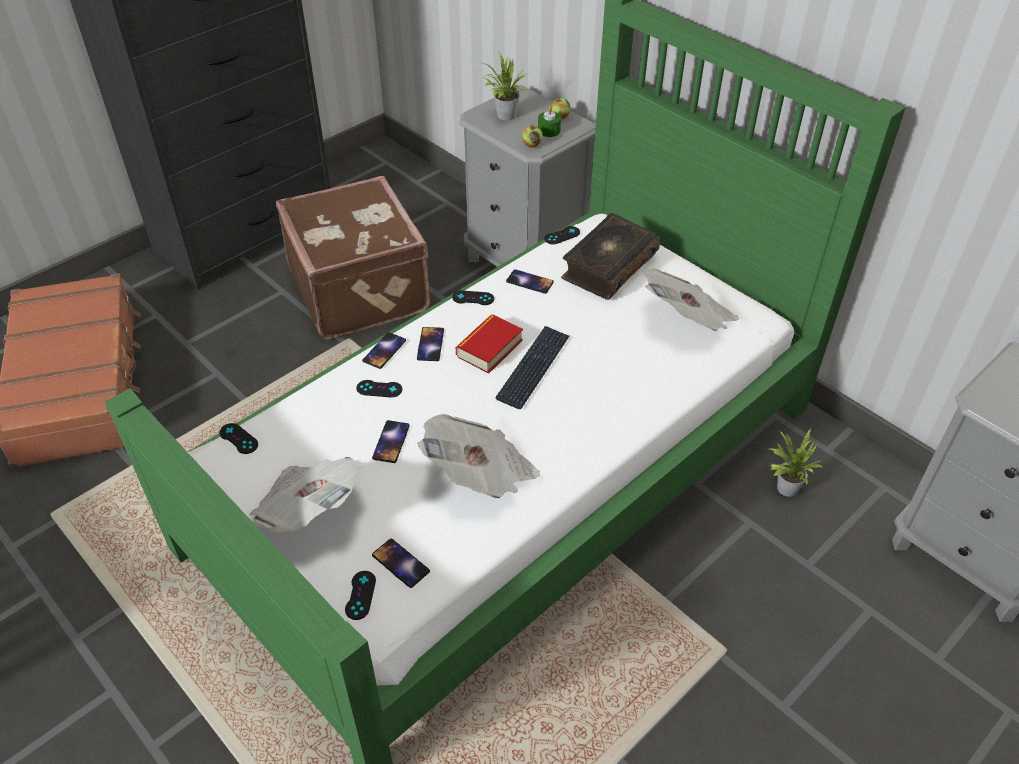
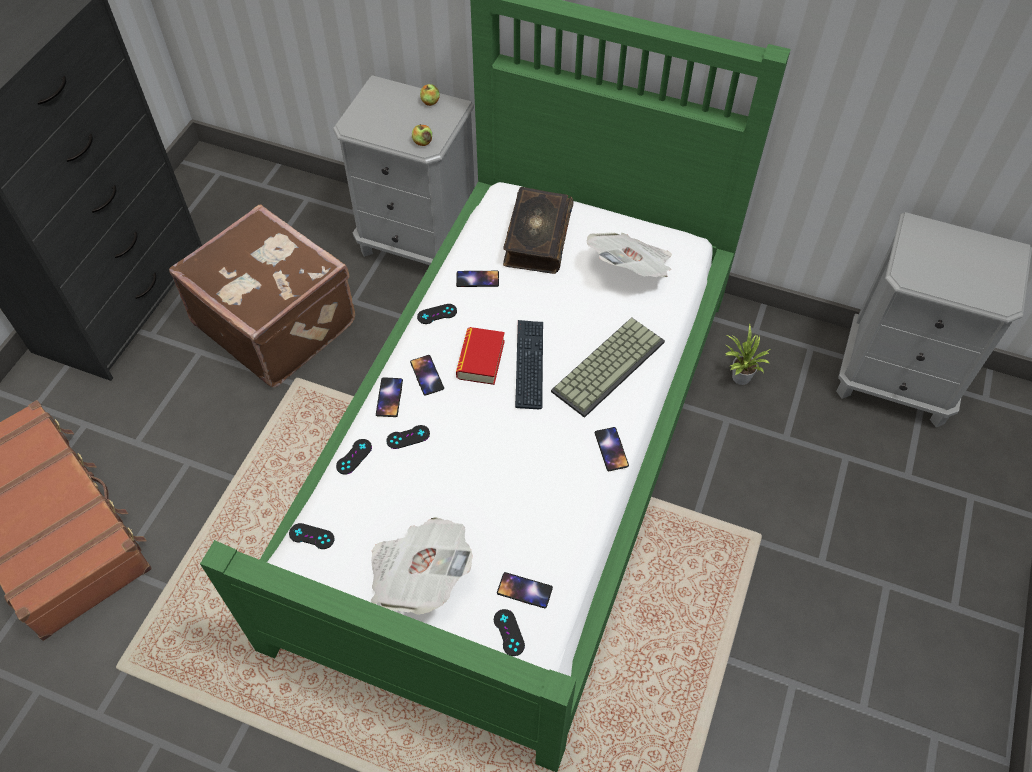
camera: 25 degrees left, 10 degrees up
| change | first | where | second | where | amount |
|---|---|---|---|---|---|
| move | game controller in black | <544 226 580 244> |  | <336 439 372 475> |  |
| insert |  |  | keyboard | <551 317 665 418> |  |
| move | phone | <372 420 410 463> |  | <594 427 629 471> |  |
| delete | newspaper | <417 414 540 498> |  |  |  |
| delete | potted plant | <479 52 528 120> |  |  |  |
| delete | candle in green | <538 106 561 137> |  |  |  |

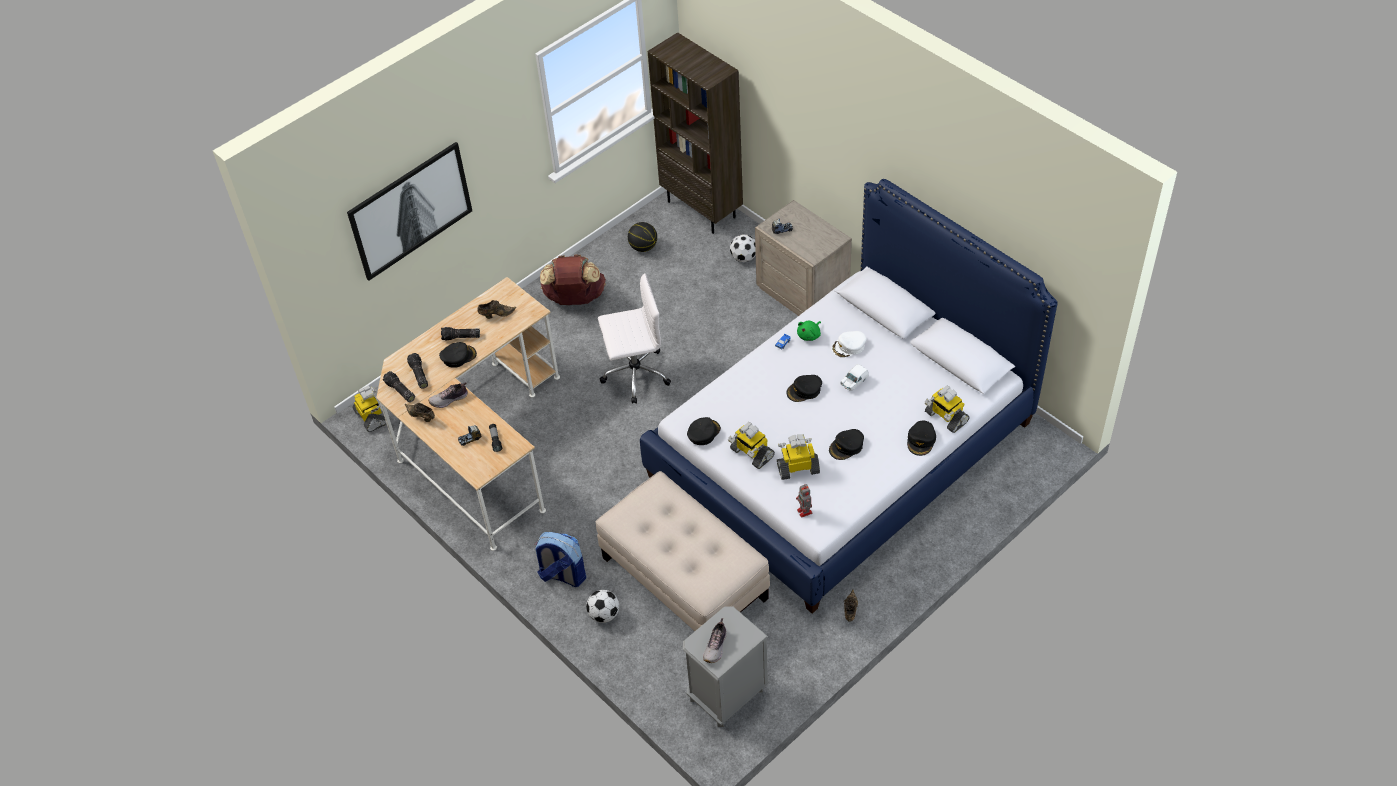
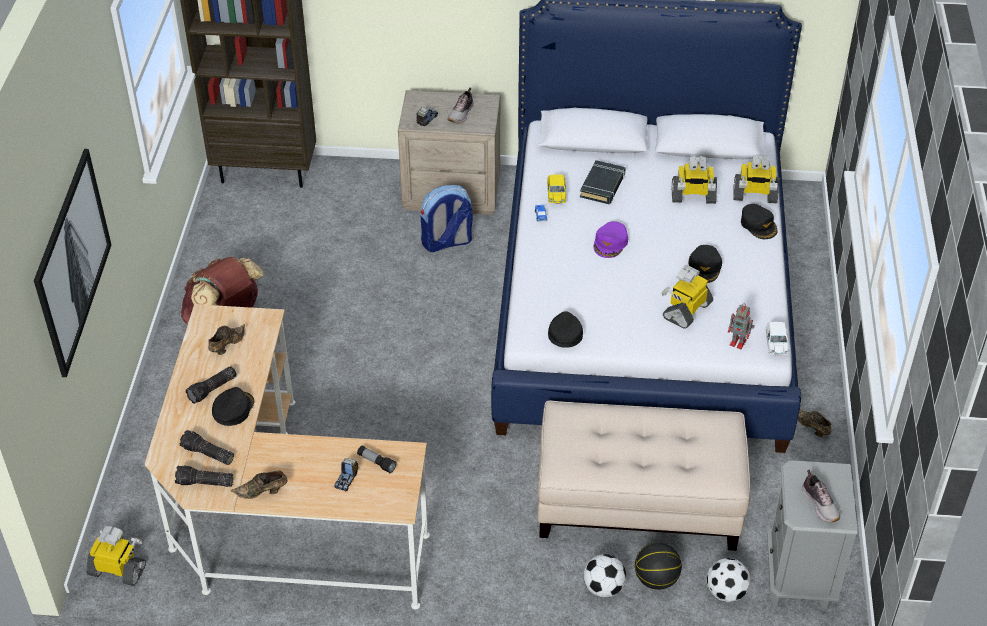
camera: 45 degrees left, 5 degrees down
| change | first | where | second | where | amount |
|---|---|---|---|---|---|
| move | backpack | <535 532 586 587> |  | <420 185 473 252> |  |
| move | shoe | <428 382 468 408> |  | <447 88 474 123> |  |
| replace | plush toy in green | <797 321 821 341> | toy car in yellow | <547 175 566 204> |  |
| replace | cap in white | <831 331 866 358> | book in black | <580 160 625 204> |  |
| recolor | cap in black | <786 375 822 402> | cap in purple | <594 221 628 258> |  |
| move | basketball | <628 222 657 252> |  | <635 542 682 590> |  |
| move | toy robot | <728 422 775 469> |  | <672 156 717 204> |  |
| move | football | <730 234 756 262> |  | <707 558 751 602> |  |
| move | toy car in white | <840 364 869 391> |  | <765 322 788 355> |  |
| delete | office chair in white | <598 273 671 404> |  |  |  |

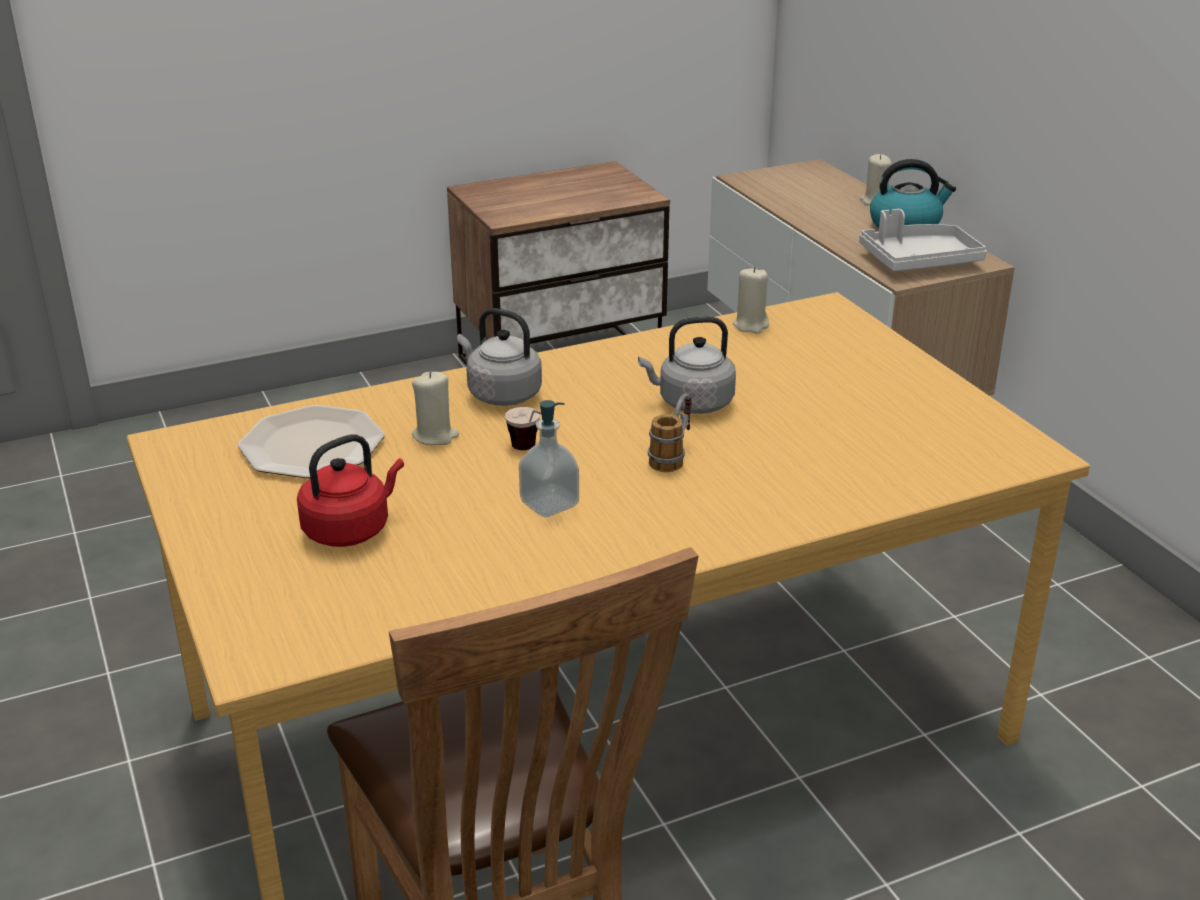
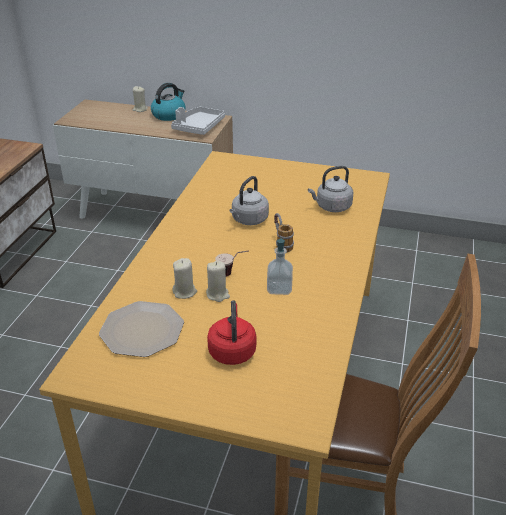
camera: 50 degrees left, 5 degrees up
| change | first | where | second | where | amount |
|---|---|---|---|---|---|
| move | candle in beige | <733 267 769 333> |  | <206 261 230 302> |  |
| move | kettle in grey | <457 308 542 406> |  | <308 166 353 212> |  |

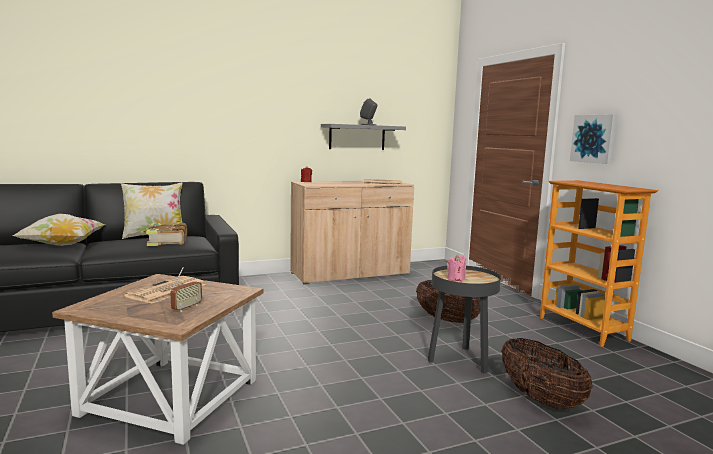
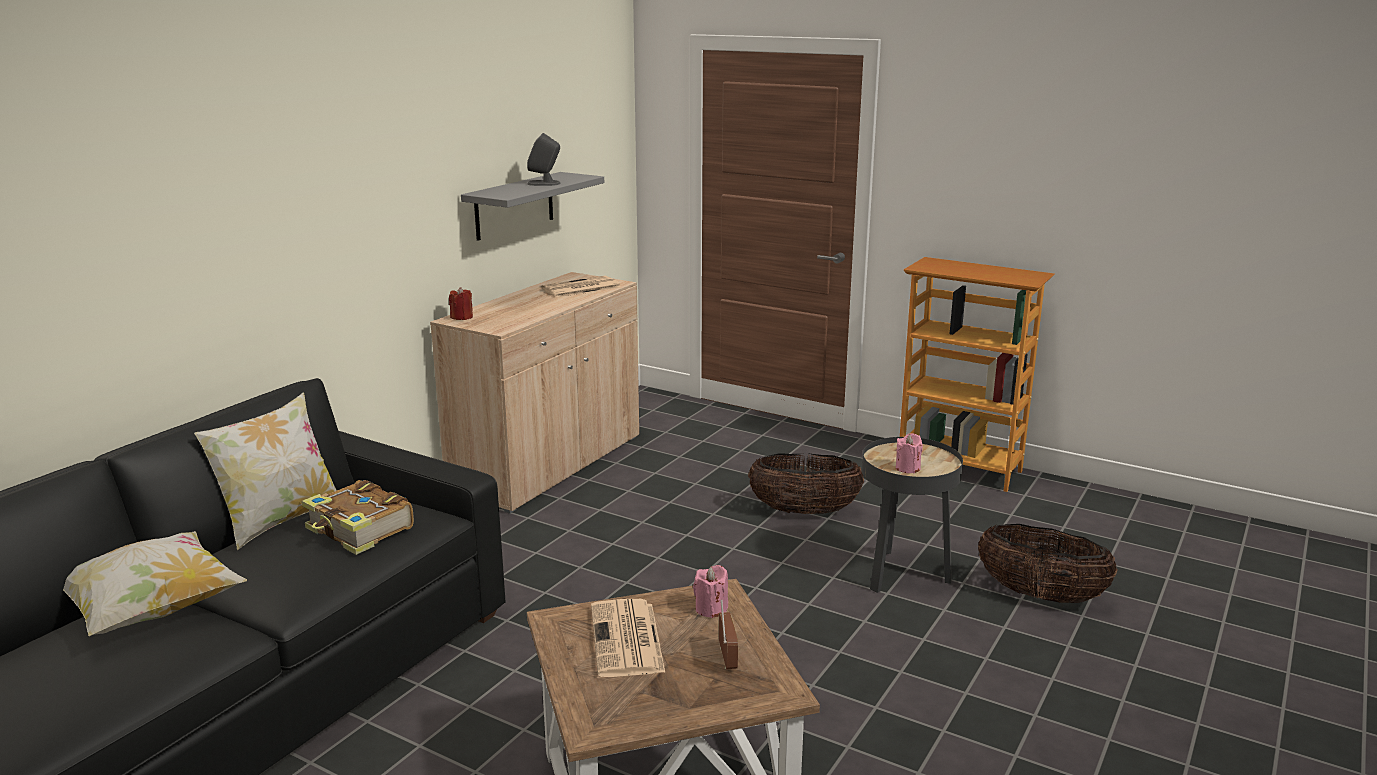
camera: 35 degrees left, 10 degrees up
| change | first | where | second | where | amount |
|---|---|---|---|---|---|
| insert |  |  | candle in pink | <693 565 728 618> |  |
| delete | picture | <570 114 617 164> |  |  |  |

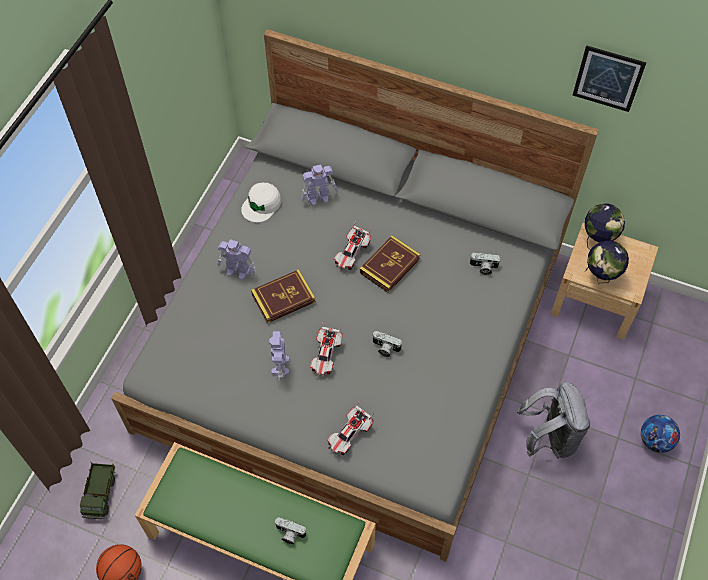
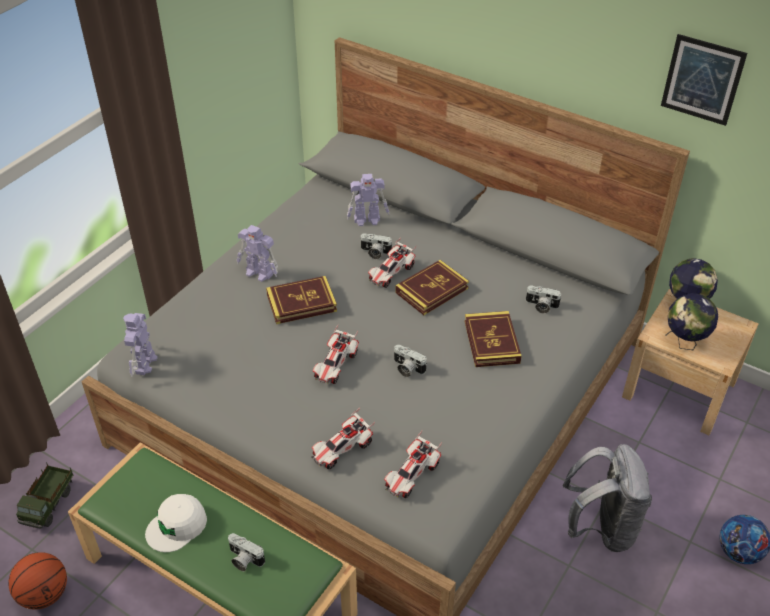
camera: 10 degrees right, 15 degrees down
| change | first | where | second | where | amount |
|---|---|---|---|---|---|
| move | toy robot | <269 331 289 382> |  | <123 313 158 377> |  |
| move | cap in white | <241 182 281 223> |  | <145 494 207 552> |  |
| insert |  |  | photo camera | <360 233 393 259> |  |
| insert |  |  | toy car | <384 431 442 498> |  |
| insert |  |  | book | <465 311 522 367> |  |

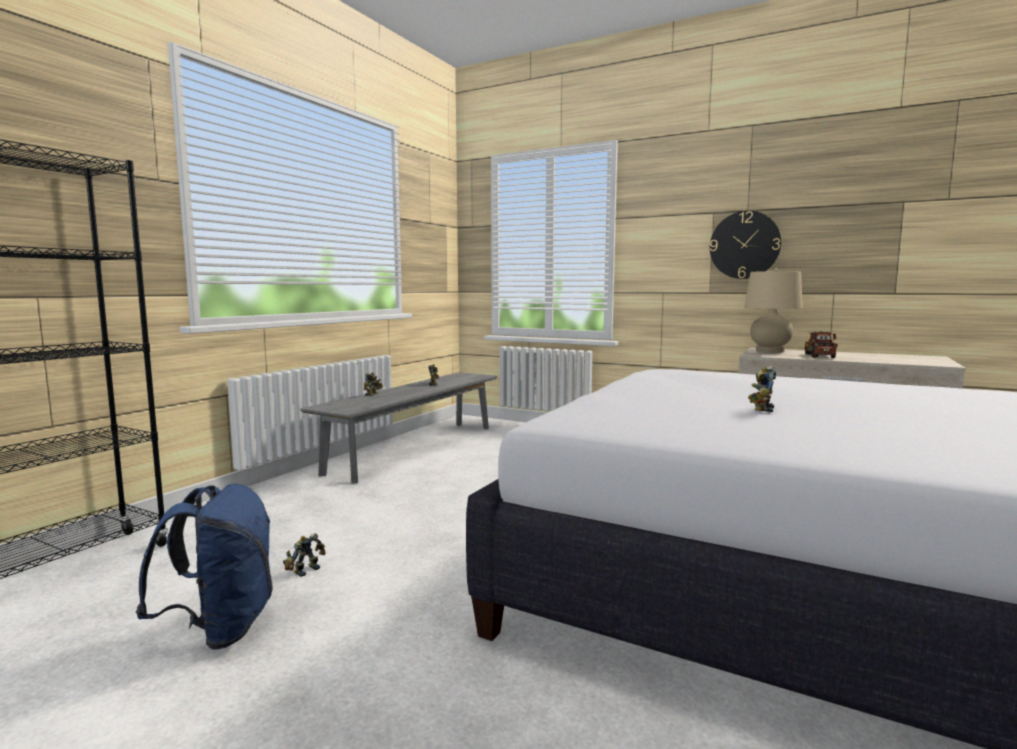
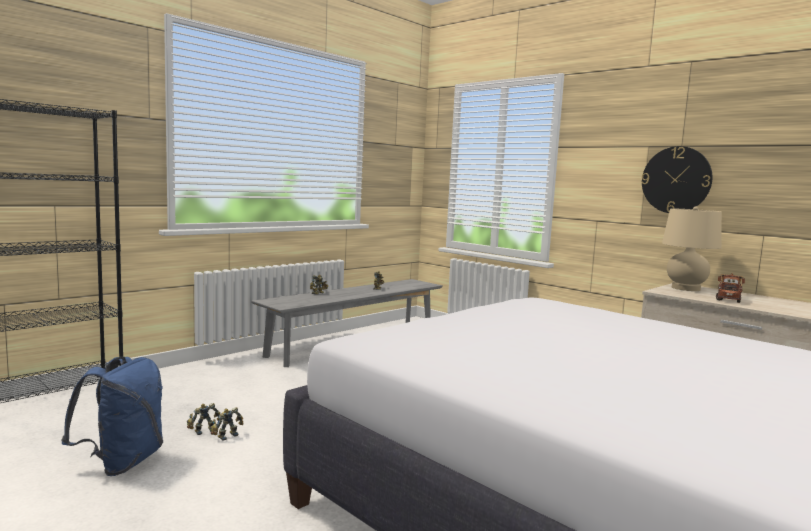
camera: 15 degrees right, 0 degrees up
| change | first | where | second | where | amount |
|---|---|---|---|---|---|
| move | toy robot | <748 366 776 412> |  | <210 407 244 441> |  |

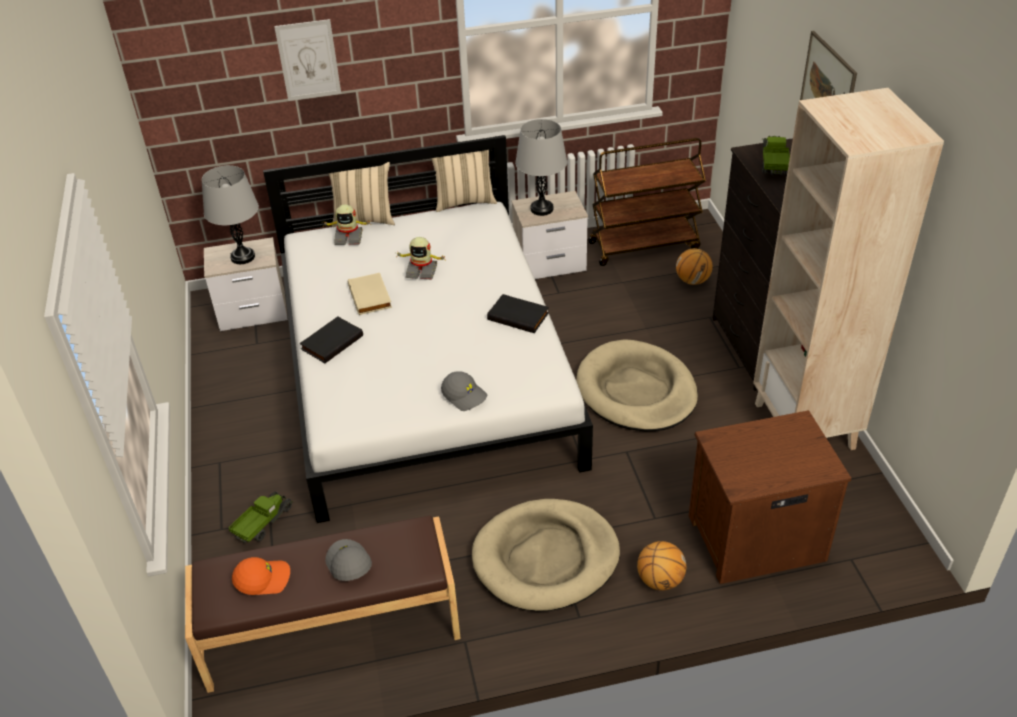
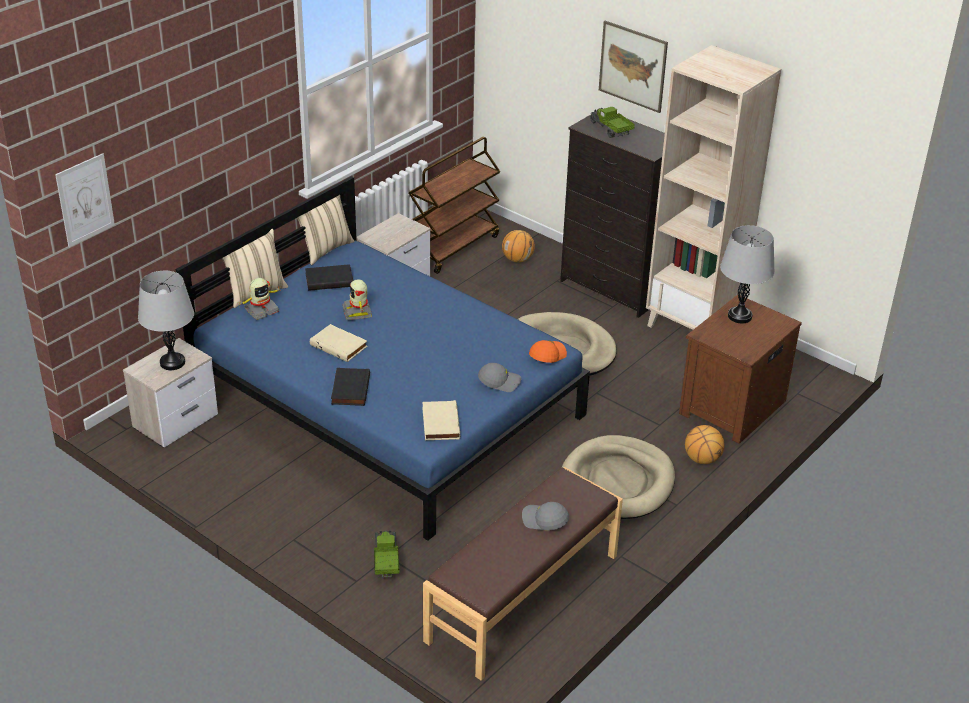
camera: 40 degrees left, 5 degrees down
| change | first | where | second | where | amount |
|---|---|---|---|---|---|
| move | picture | <274 19 341 101> |  | <55 153 115 247> |  |
| recolor | bed in white | <263 135 593 523> | bed in blue | <175 176 590 541> |  |
| move | book in black | <487 294 549 333> |  | <305 264 353 291> |  |
| rotate | toy robot | <396 237 446 280> |  | <343 279 372 320> | 105 degrees clockwise |
| insert |  |  | book in beige | <422 400 460 440> |  |
| move | cap in orange | <232 557 290 595> |  | <529 340 567 363> |  |
| move | table lamp in grey | <515 119 567 216> |  | <720 225 775 323> |  |

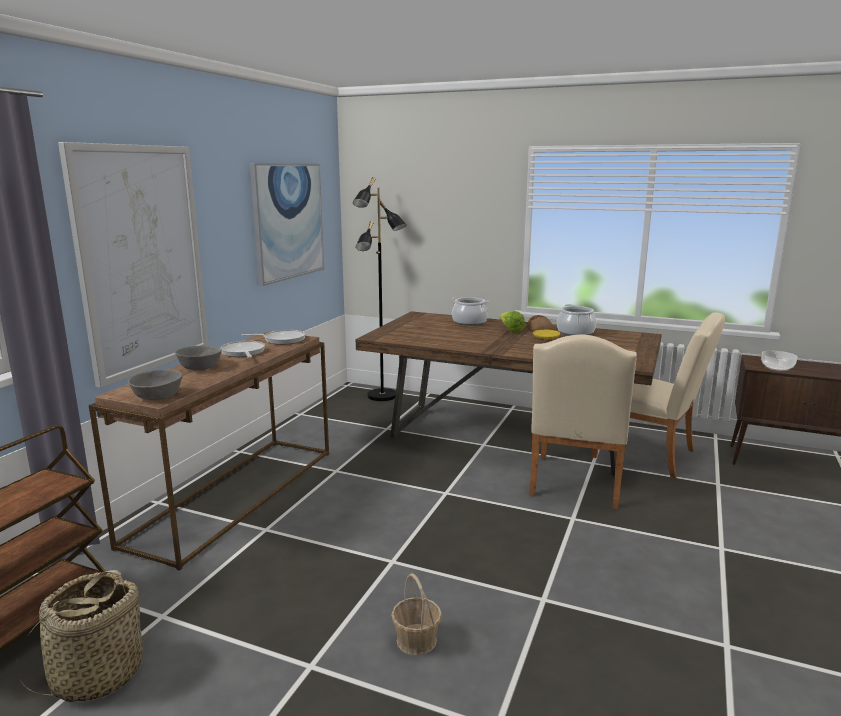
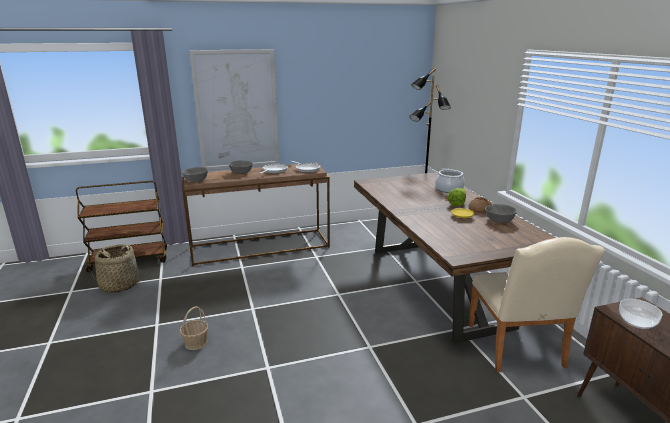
camera: 50 degrees right, 5 degrees up
| change | first | where | second | where | amount |
|---|---|---|---|---|---|
| replace | cooking pot | <557 304 596 336> | bowl in grey | <485 204 517 223> |  |
| delete | picture | <250 163 324 286> |  |  |  |
| delete | chair in beige | <529 335 637 509> |  |  |  |

